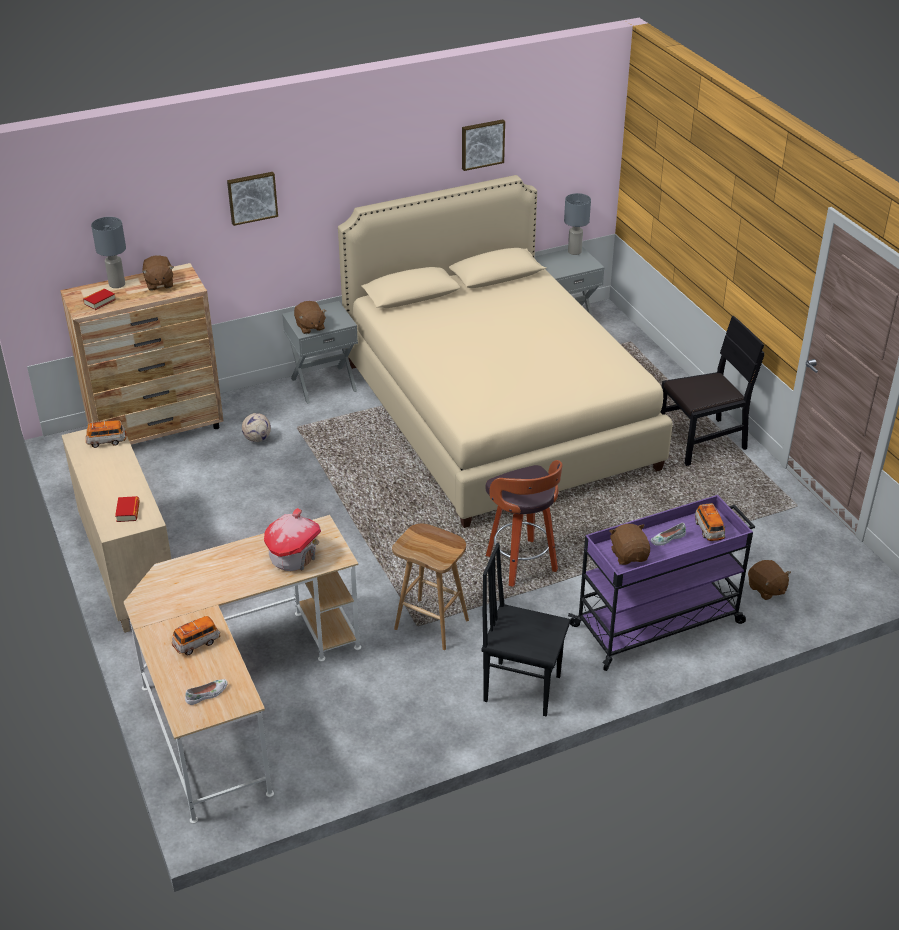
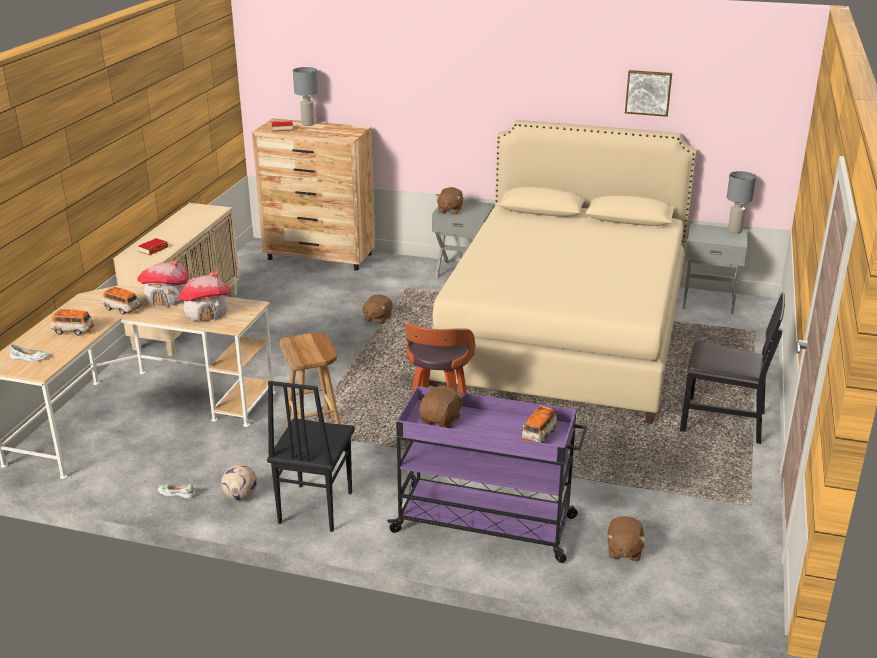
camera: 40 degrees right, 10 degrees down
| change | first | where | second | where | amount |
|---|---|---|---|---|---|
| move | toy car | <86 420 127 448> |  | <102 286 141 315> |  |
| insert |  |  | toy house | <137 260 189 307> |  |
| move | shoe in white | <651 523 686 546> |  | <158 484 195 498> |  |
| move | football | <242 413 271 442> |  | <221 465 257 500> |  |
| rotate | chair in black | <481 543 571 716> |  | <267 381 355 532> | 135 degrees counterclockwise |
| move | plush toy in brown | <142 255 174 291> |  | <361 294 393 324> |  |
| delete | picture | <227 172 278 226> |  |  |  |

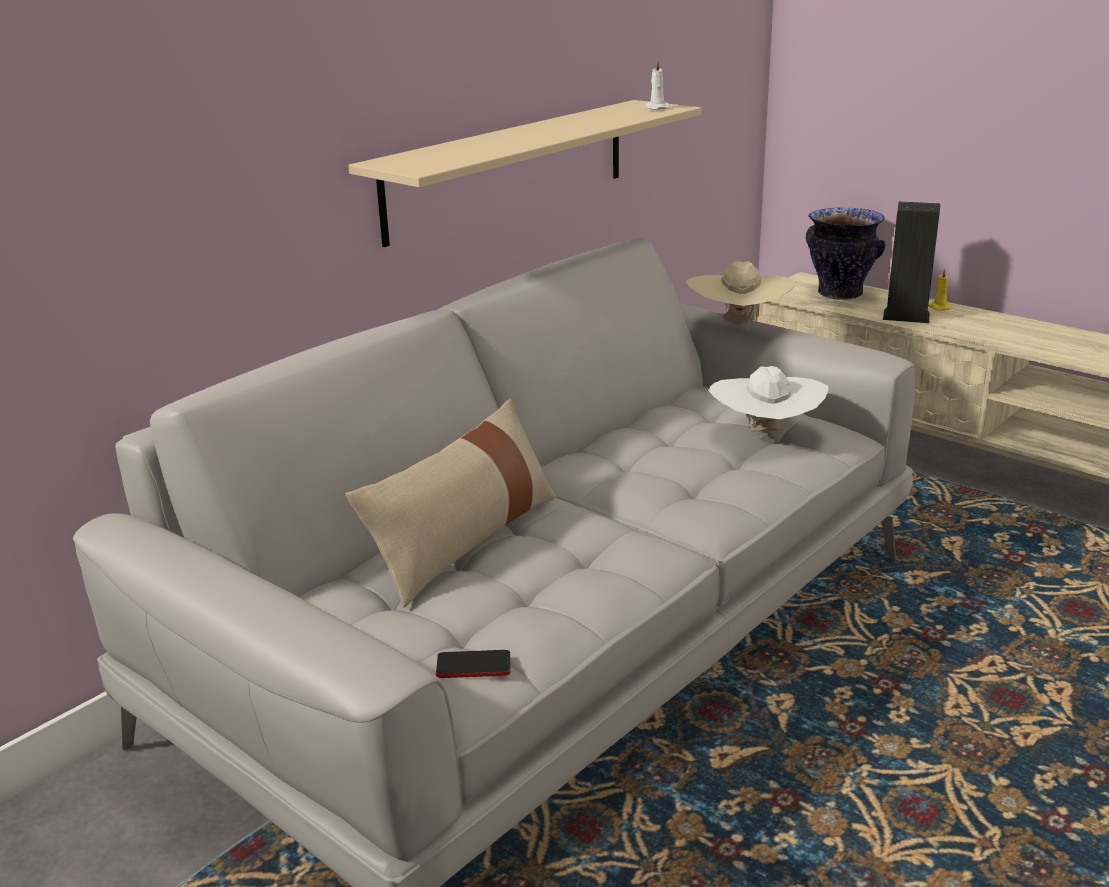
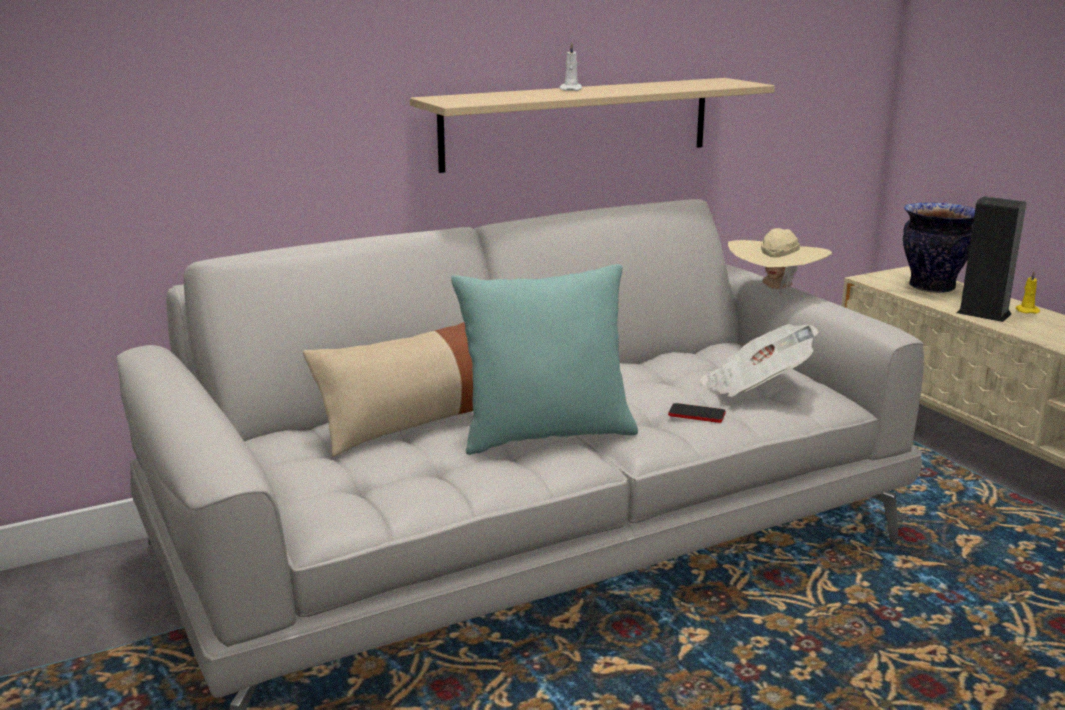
camera: 20 degrees right, 5 degrees down
| change | first | where | second | where | amount |
|---|---|---|---|---|---|
| insert |  |  | pillow in turquoise | <451 264 638 455> |  |
| move | candle in white | <645 60 671 110> |  | <559 42 583 91> |  |
| move | phone | <436 650 510 678> |  | <668 403 726 423> |  |
| replace | hat in white | <709 366 829 431> | newspaper | <700 324 819 397> |  |

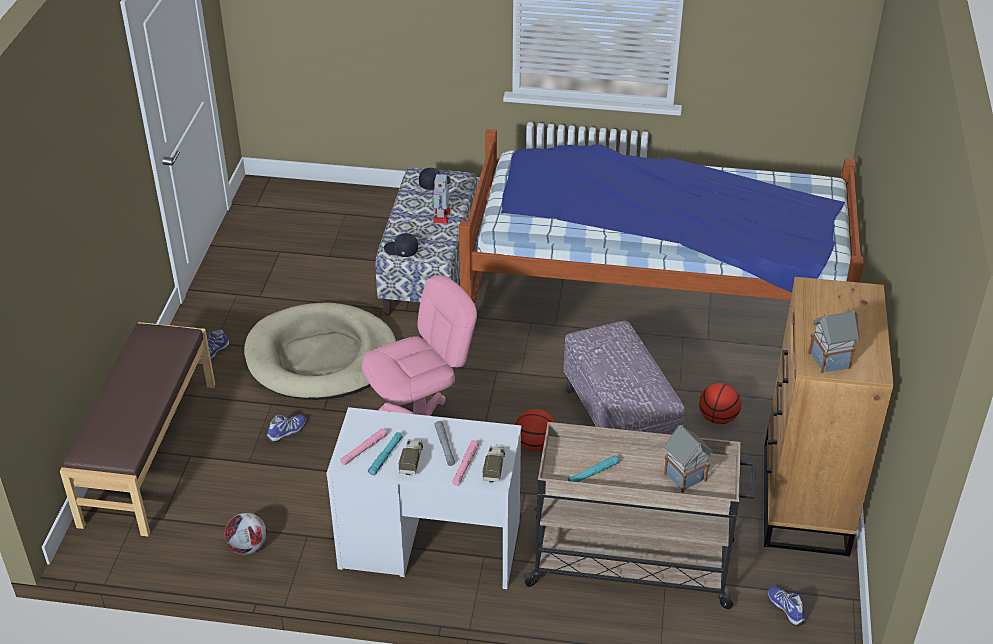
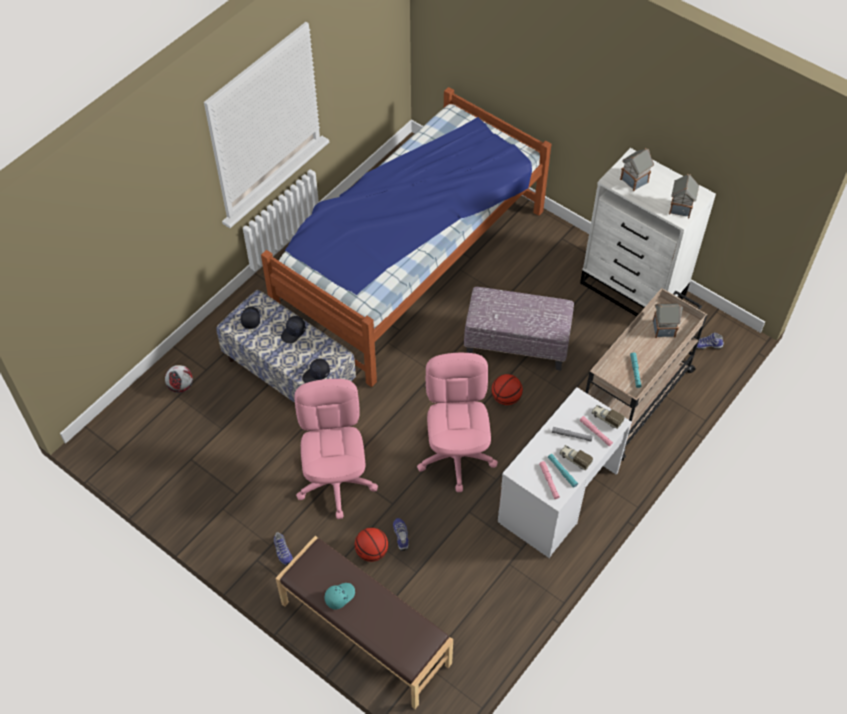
camera: 60 degrees left, 15 degrees up
| change | first | where | second | where | amount |
|---|---|---|---|---|---|
| move | football | <224 513 267 555> |  | <165 365 193 393> |  |
| replace | toy robot | <432 173 451 224> | cap in black | <281 316 306 343> |  |
| replace | dog bed in beige | <244 303 396 400> | office chair in pink | <294 379 378 519> |  |
| insert |  |  | cap in turquoise | <325 583 355 610> |  |
| move | basketball | <699 383 741 424> |  | <355 528 388 562> |  |
| recolor | dresser in brown | <764 277 894 556> | dresser in white | <580 148 716 317> |  |
| insert |  |  | toy house | <620 148 654 191> |  |

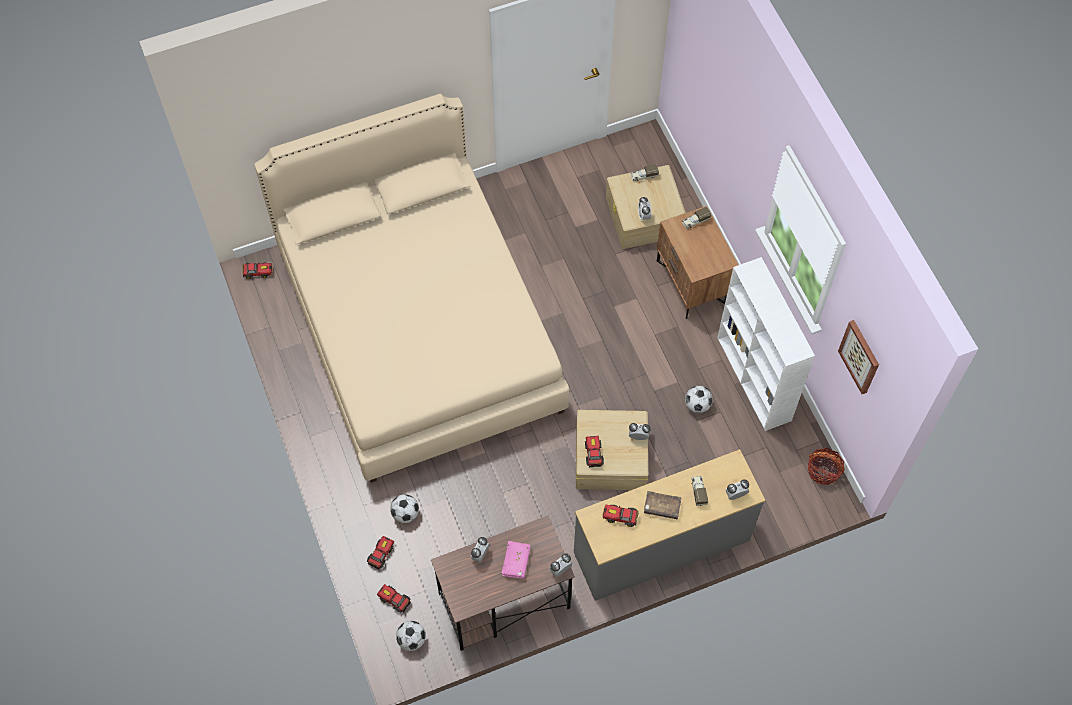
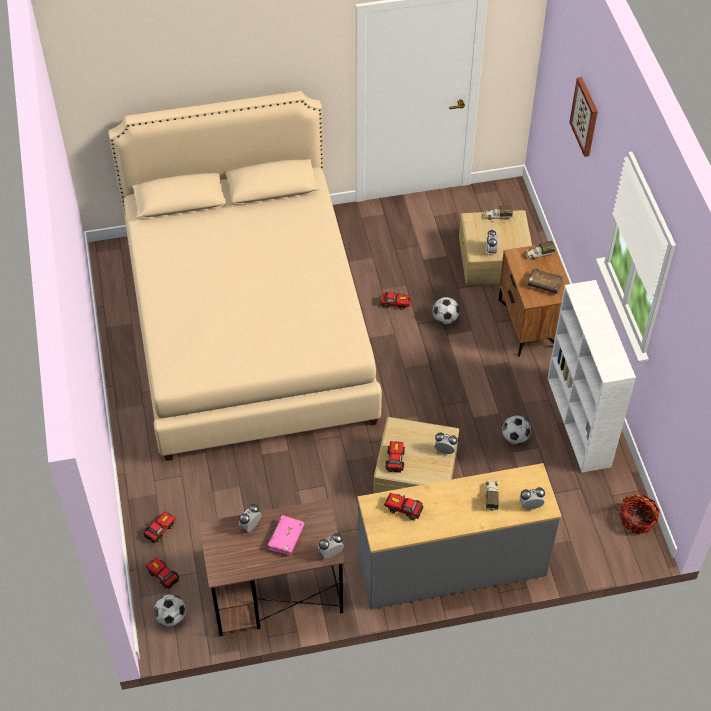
camera: 10 degrees right, 10 degrees down
| change | first | where | second | where | amount |
|---|---|---|---|---|---|
| move | toy car | <242 262 273 279> |  | <380 292 411 310> |  |
| move | football | <390 494 419 523> |  | <432 297 460 324> |  |
| move | book in brown | <644 491 682 519> |  | <527 268 564 294> |  |
| move | picture | <838 320 879 394> |  | <569 77 598 157> |  |

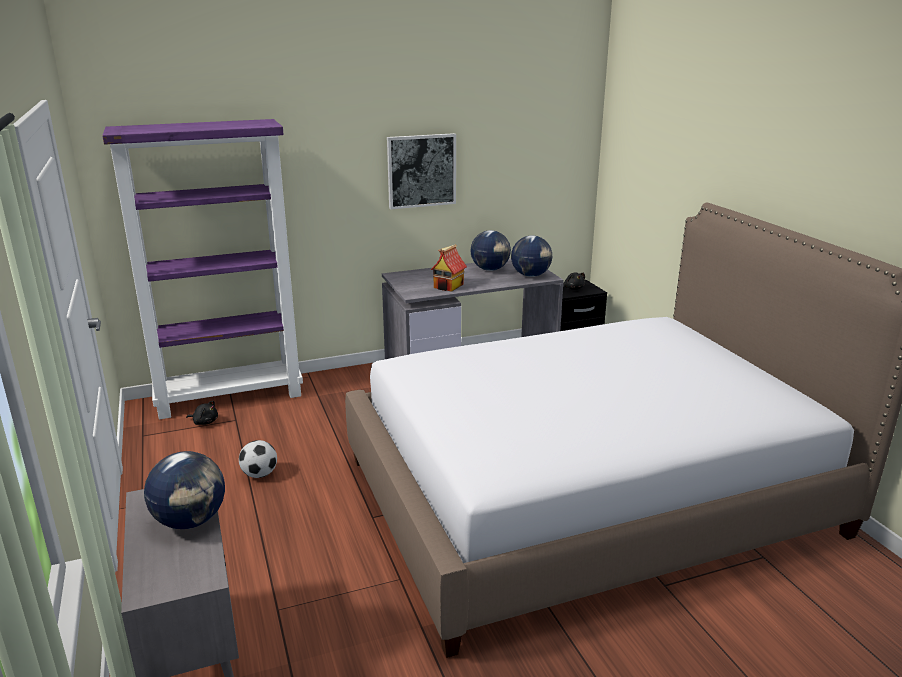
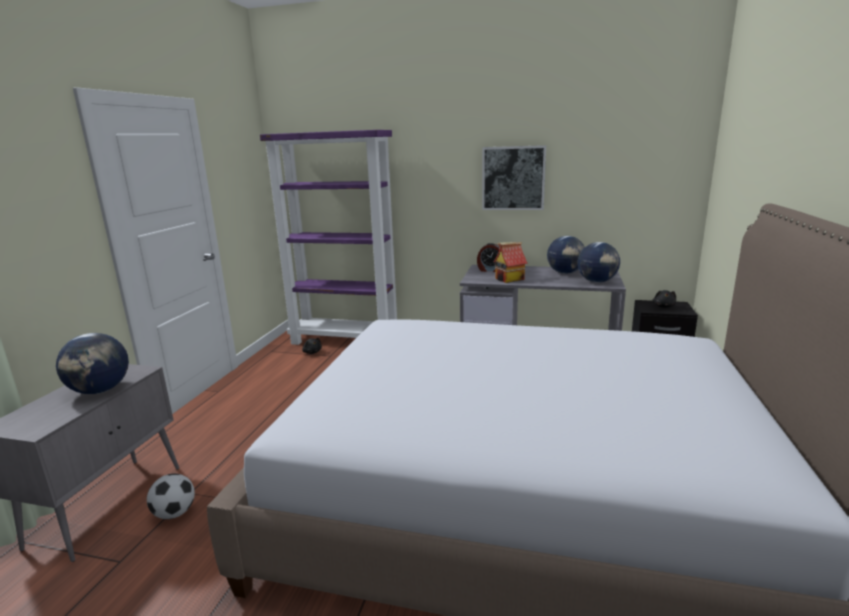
camera: 35 degrees right, 5 degrees down
| change | first | where | second | where | amount |
|---|---|---|---|---|---|
| move | football | <239 440 277 478> |  | <147 474 195 519> |  |
| insert |  |  | alarm clock | <477 243 500 272> |  |

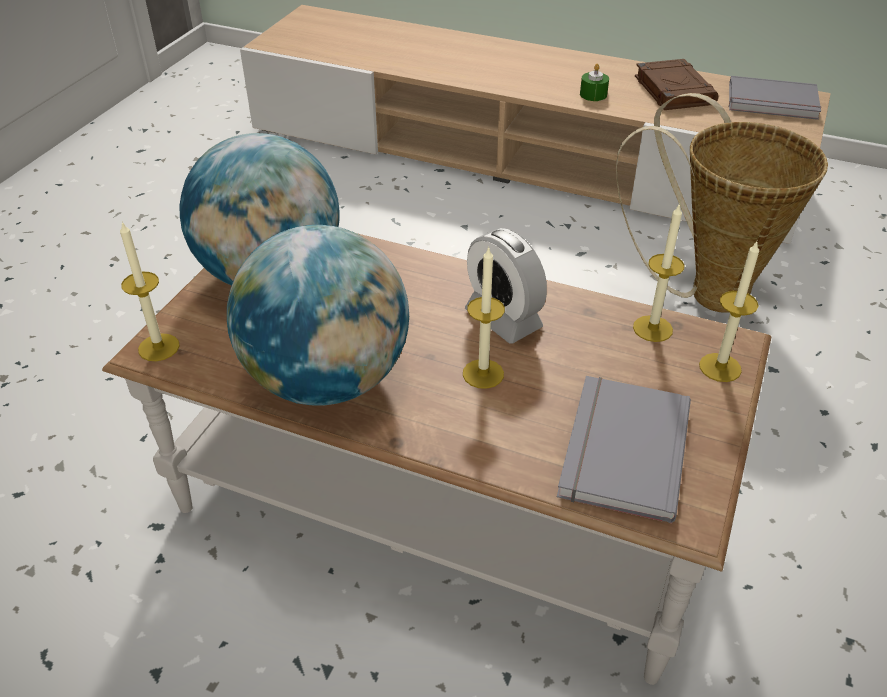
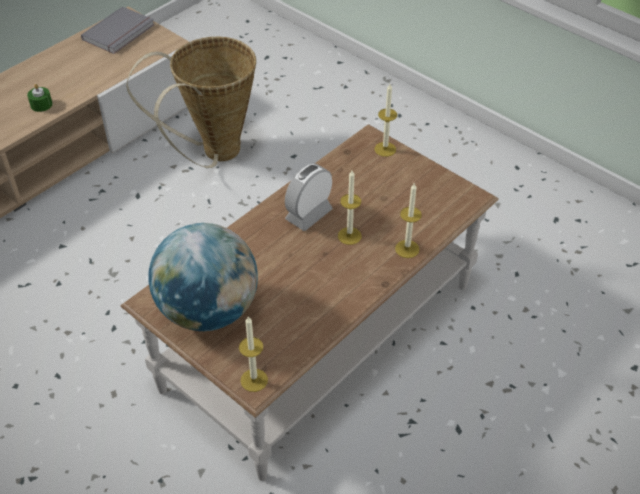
camera: 70 degrees left, 5 degrees up
| change | first | where | second | where | amount |
|---|---|---|---|---|---|
| rotate | alarm clock | <465 228 547 344> |  | <285 163 332 231> | 150 degrees clockwise |
| move | candle | <633 203 685 342> |  | <395 182 422 258> |  |
| delete | globe | <227 225 409 406> |  |  |  |
| delete | book in grey | <557 376 691 523> |  |  |  |
| delete | book in brown | <635 59 718 110> |  |  |  |

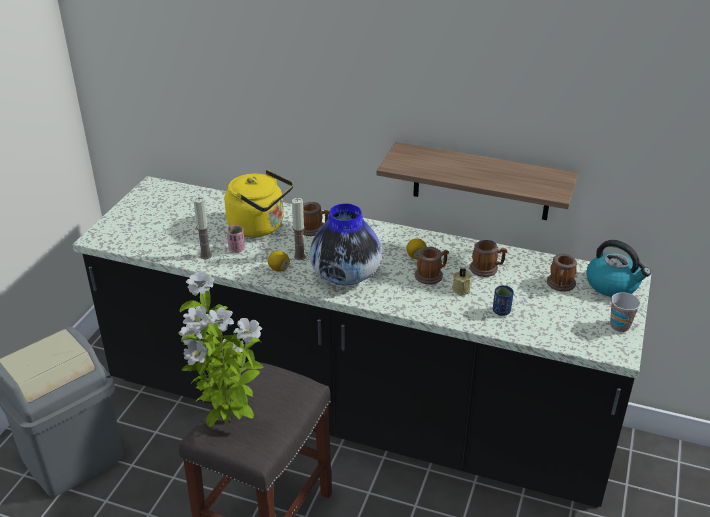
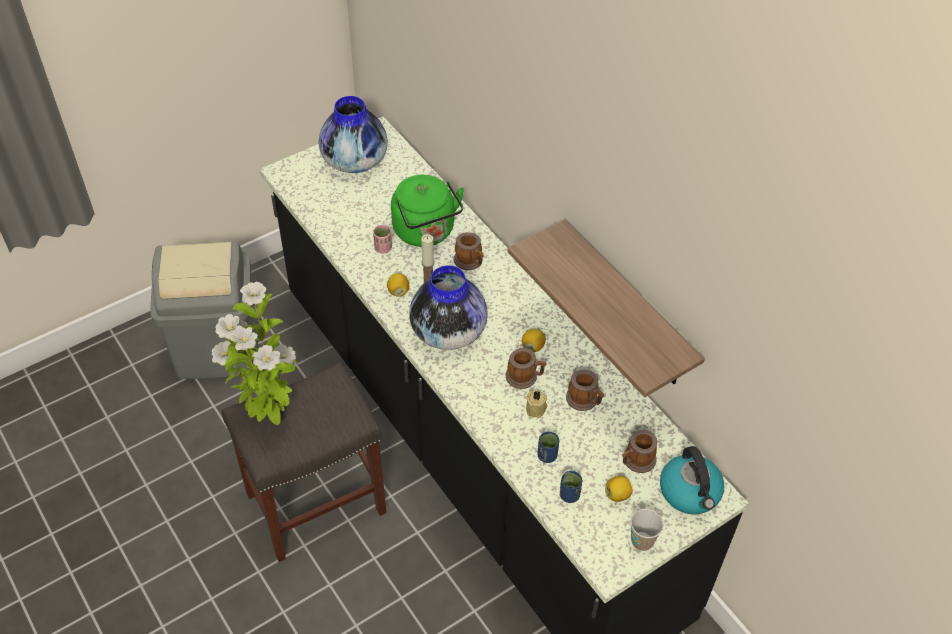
camera: 35 degrees right, 15 degrees up
| change | first | where | second | where | amount |
|---|---|---|---|---|---|
| insert |  |  | vase | <319 96 388 173> |  |
| recolor | kettle in yellow | <224 170 293 237> | kettle in green | <391 175 464 247> |  |
| insert |  |  | cup in blue | <560 471 582 503> |  |
| insert |  |  | lemon | <605 475 633 502> |  |
| delete | candle | <193 197 212 259> |  |  |  |

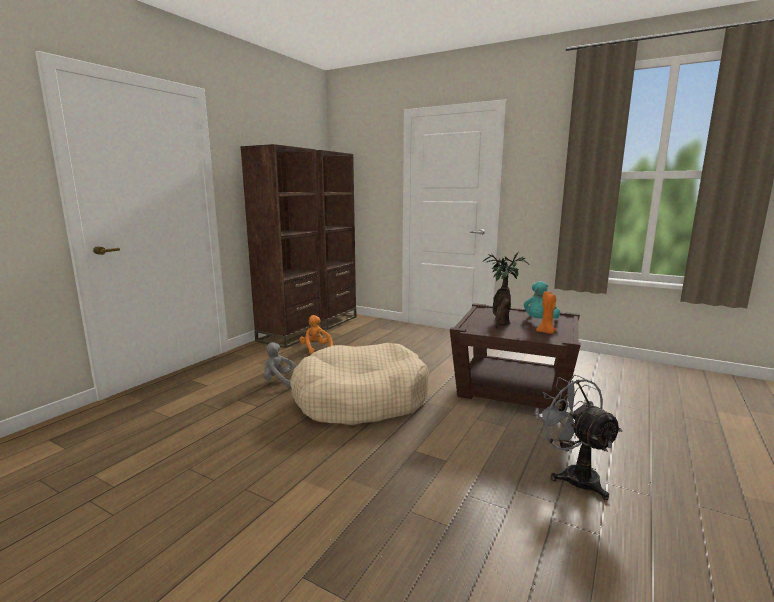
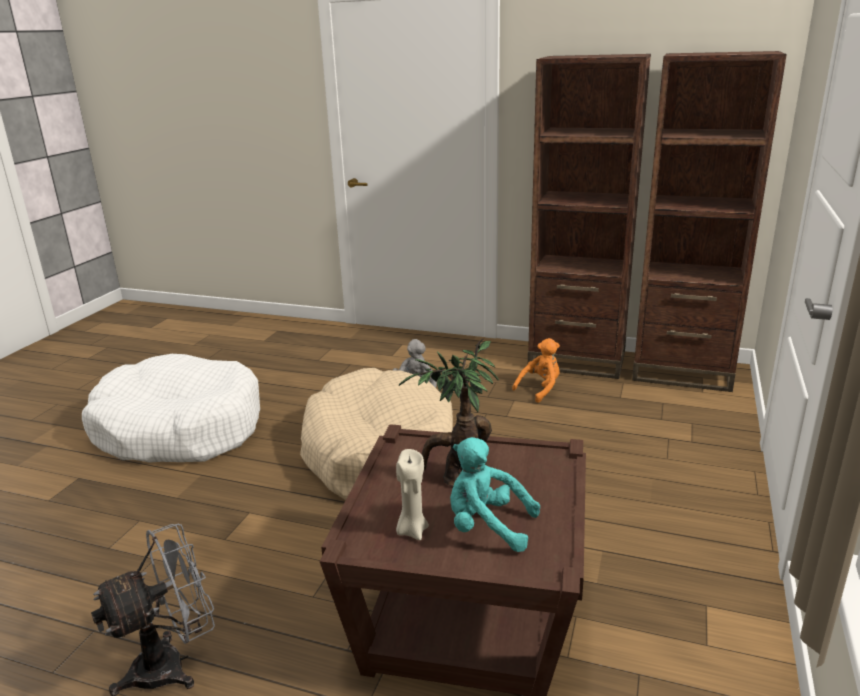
camera: 80 degrees right, 10 degrees up
| change | first | where | second | where | amount |
|---|---|---|---|---|---|
| insert |  |  | dog bed in white | <82 354 260 463> |  |
| recolor | candle in orange | <536 291 556 334> | candle in beige | <396 449 429 540> |  |

